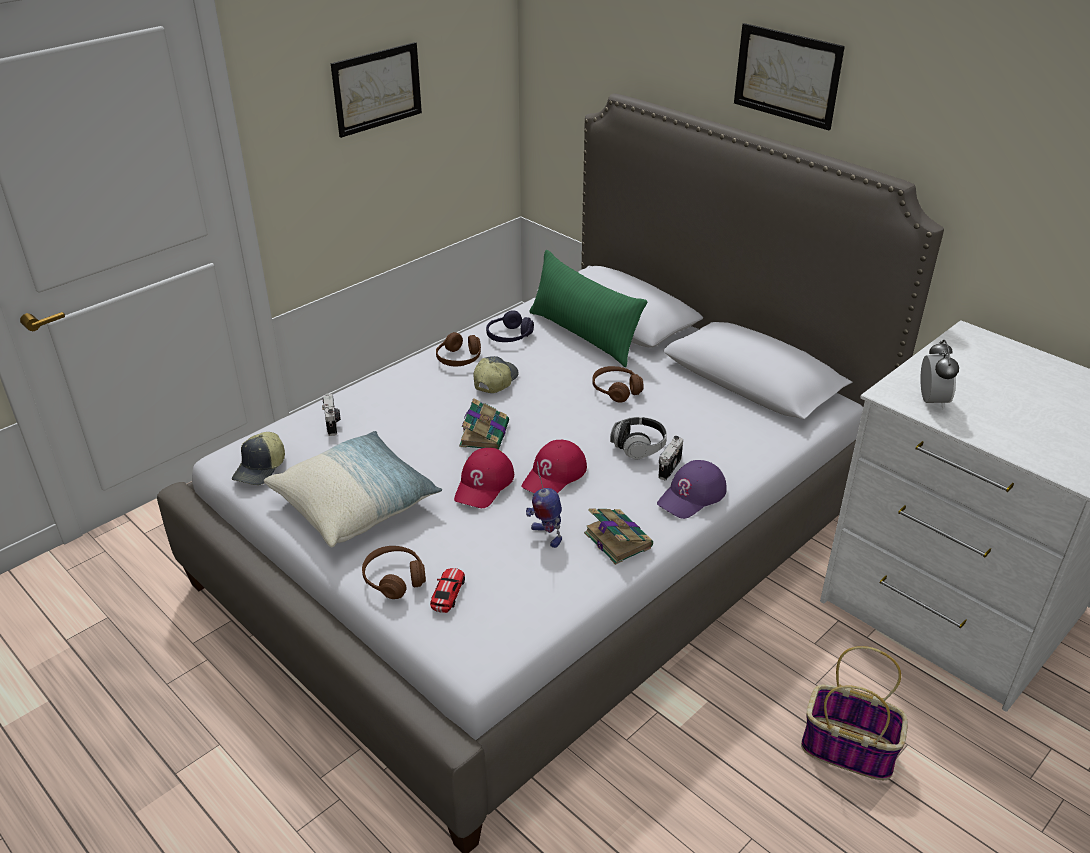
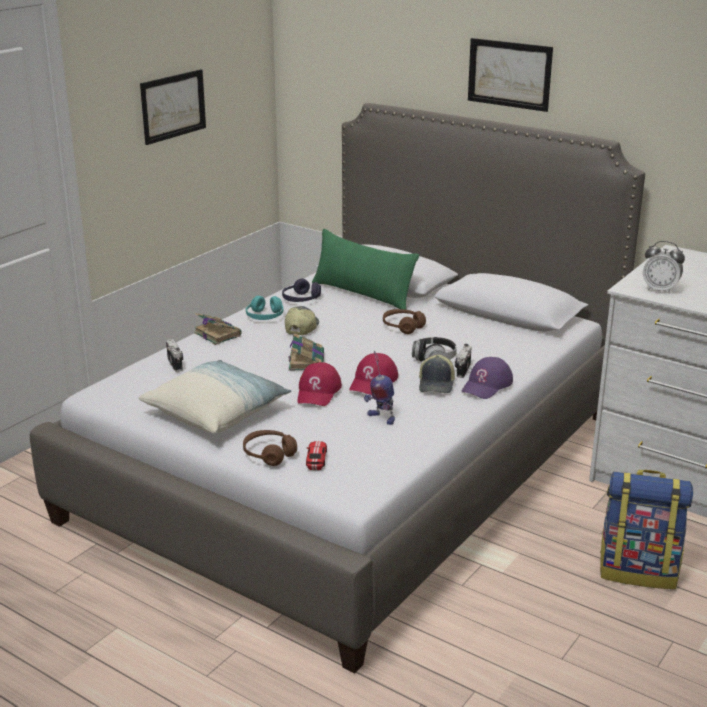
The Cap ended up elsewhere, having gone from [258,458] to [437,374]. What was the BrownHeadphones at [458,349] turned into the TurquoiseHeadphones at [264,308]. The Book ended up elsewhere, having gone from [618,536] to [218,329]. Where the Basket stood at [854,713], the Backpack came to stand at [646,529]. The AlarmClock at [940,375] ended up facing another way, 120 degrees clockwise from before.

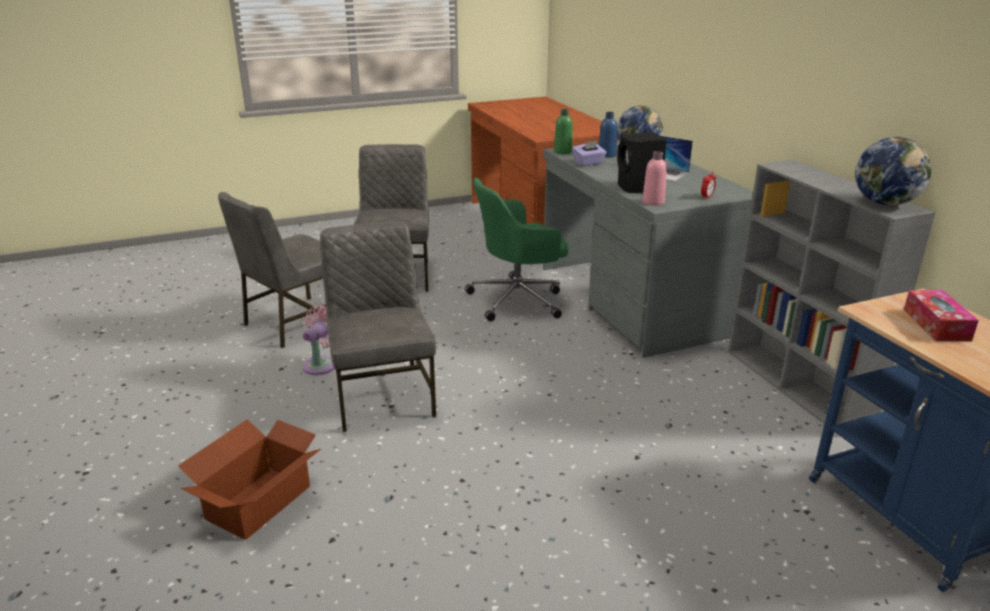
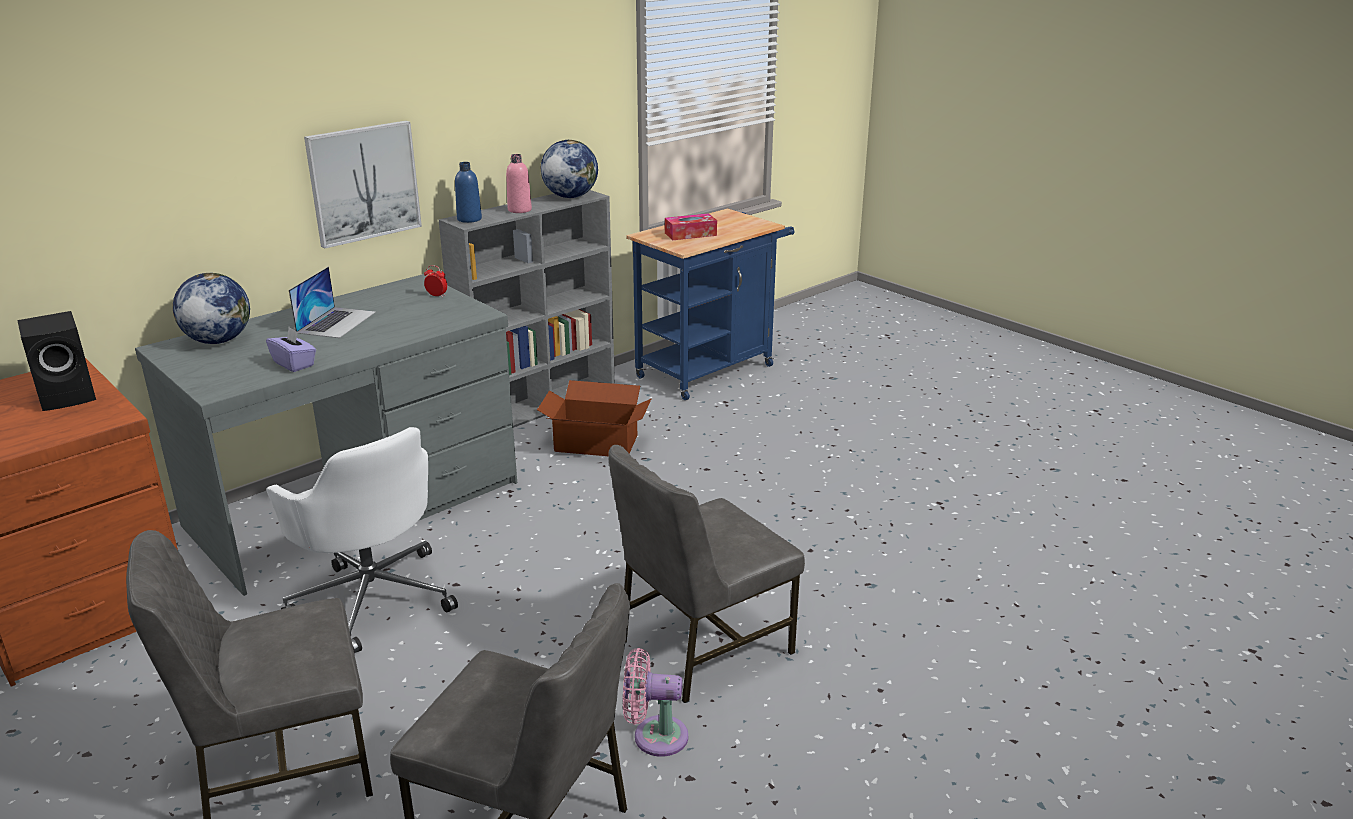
The CardboardBox ended up elsewhere, having gone from [249,479] to [594,418]. What was the GreenOfficeChair at [517,250] turned into the WhiteOfficeChair at [362,540]. The second view lost the GreenBottle at [563,131]. The BlueBottle ended up elsewhere, having gone from [608,135] to [468,192]. The BlackSpeaker ended up elsewhere, having gone from [642,162] to [56,361]. The PinkBottle ended up elsewhere, having gone from [654,178] to [519,183]. The second view gained the Picture at [363,184].

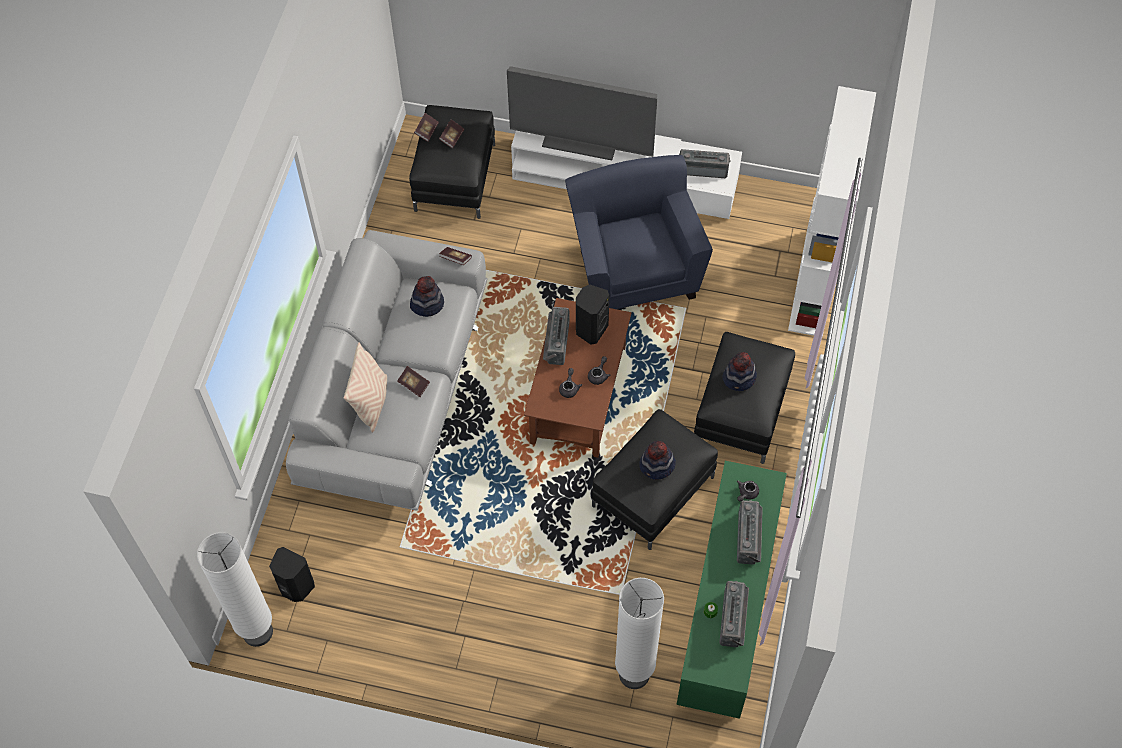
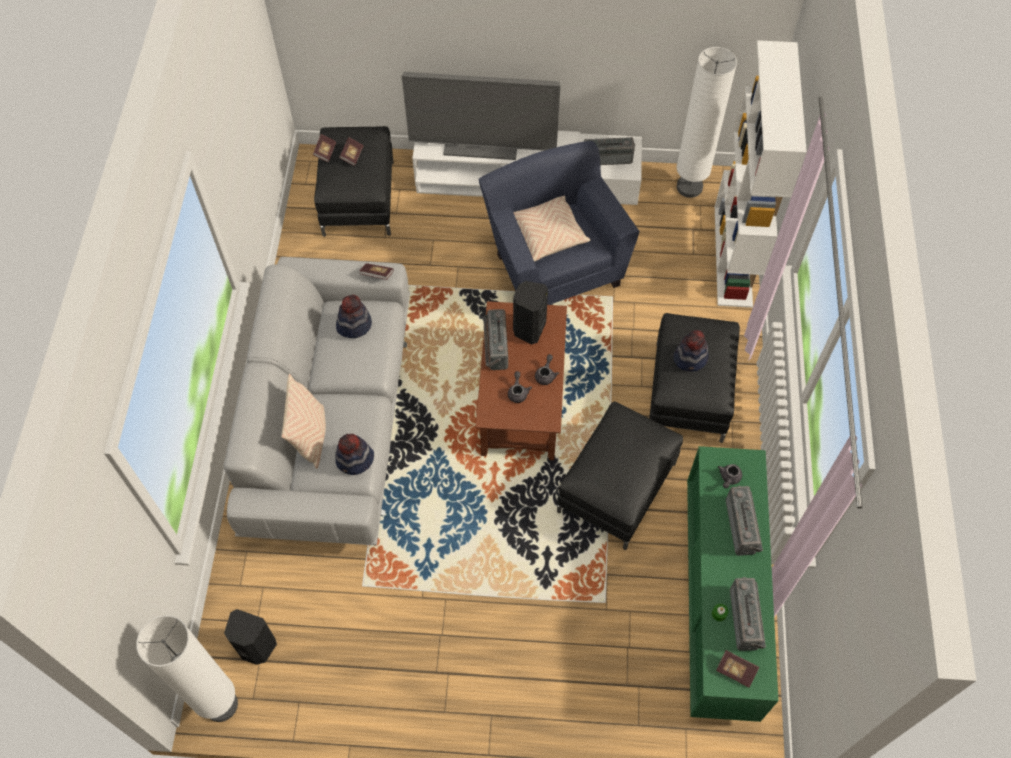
The Book ended up elsewhere, having gone from [413,381] to [737,669]. The WhiteFloorLamp ended up elsewhere, having gone from [639,633] to [706,122]. The Hat ended up elsewhere, having gone from [657,460] to [354,454]. The second view gained the BeigePillow at [552,229].

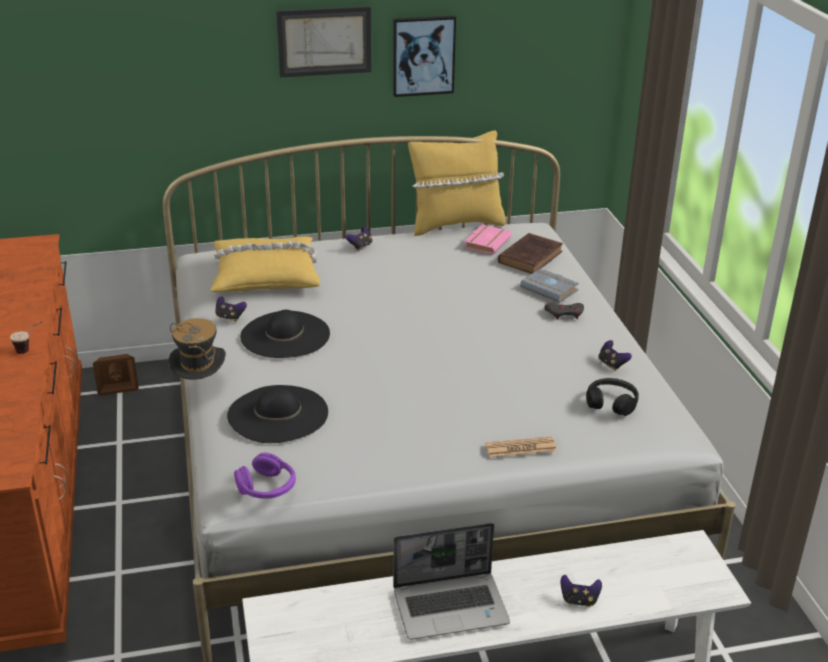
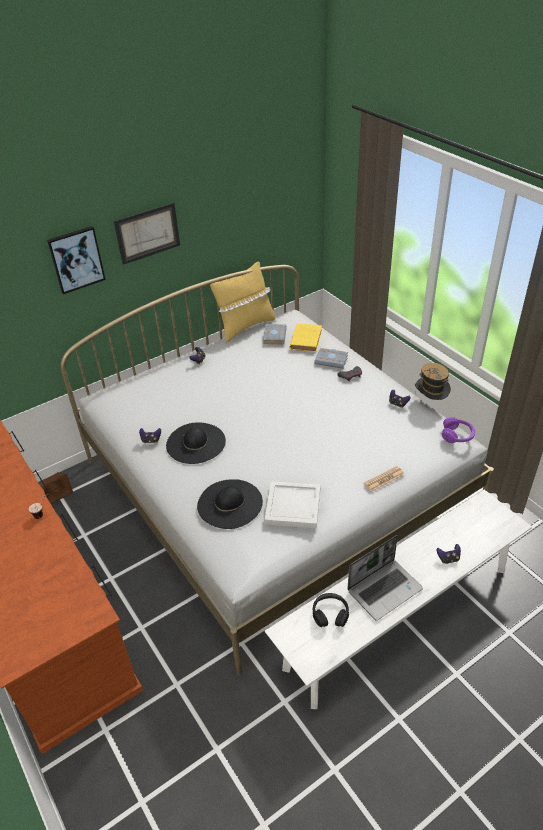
The Hat ended up elsewhere, having gone from [197,349] to [433,381]. The second view lost the YellowPillow at [265,264]. The PurpleHeadphones ended up elsewhere, having gone from [265,476] to [458,430]. The Picture ended up elsewhere, having gone from [424,56] to [76,260]. What was the PinkBook at [488,239] turned into the GreyBook at [275,334]. What was the BrownBook at [530,253] turned into the YellowBook at [306,337]. The BlackHeadphones ended up elsewhere, having gone from [612,397] to [331,610]. The second view gained the WhiteTray at [292,504].

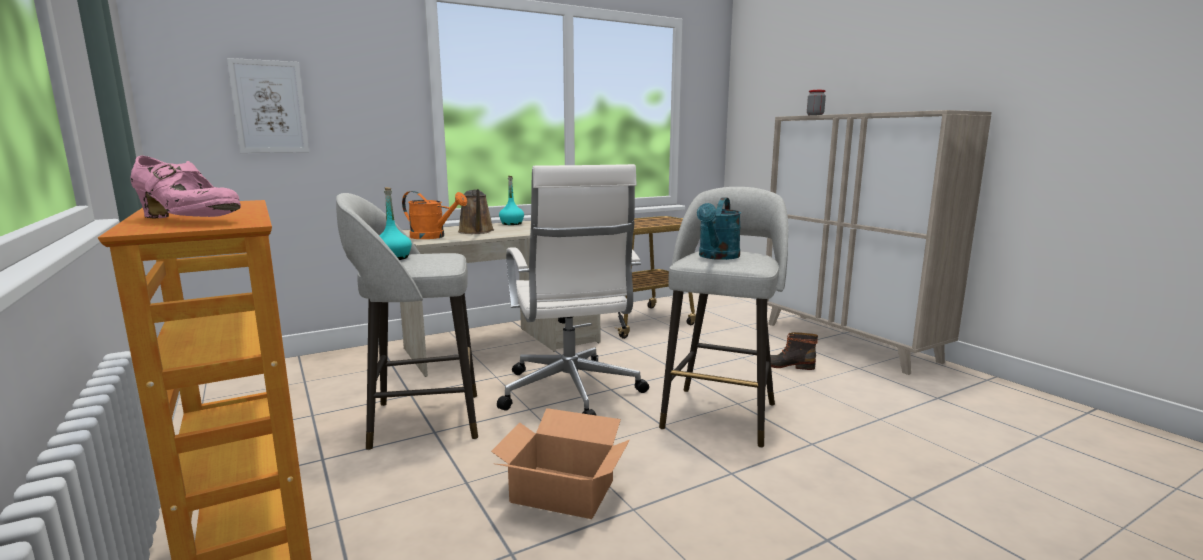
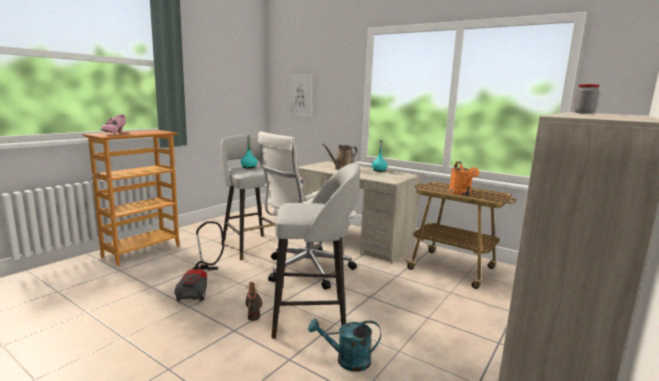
The OrangeWateringCan ended up elsewhere, having gone from [435,215] to [464,178]. Where the CardboardBox stood at [560,463], the VacuumCleaner came to stand at [199,261]. The TurquoiseWateringCan ended up elsewhere, having gone from [719,228] to [344,345]. The Boot ended up elsewhere, having gone from [794,351] to [254,301].

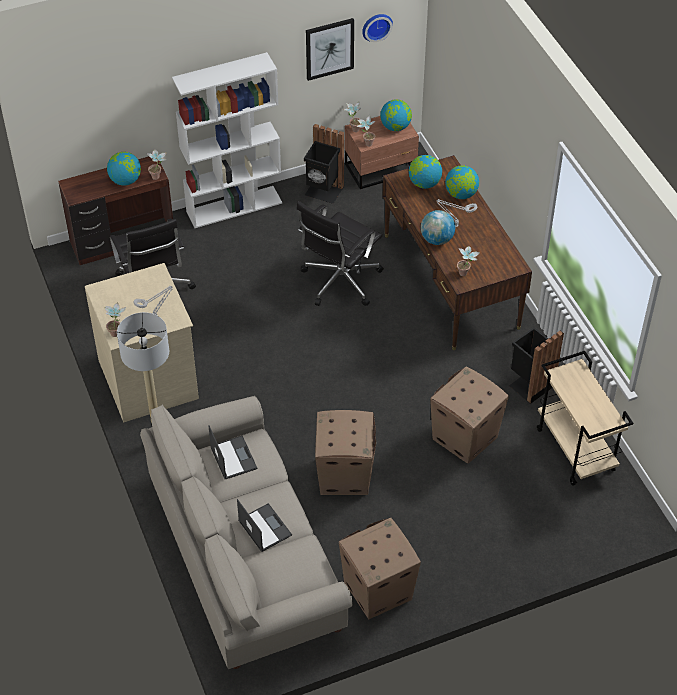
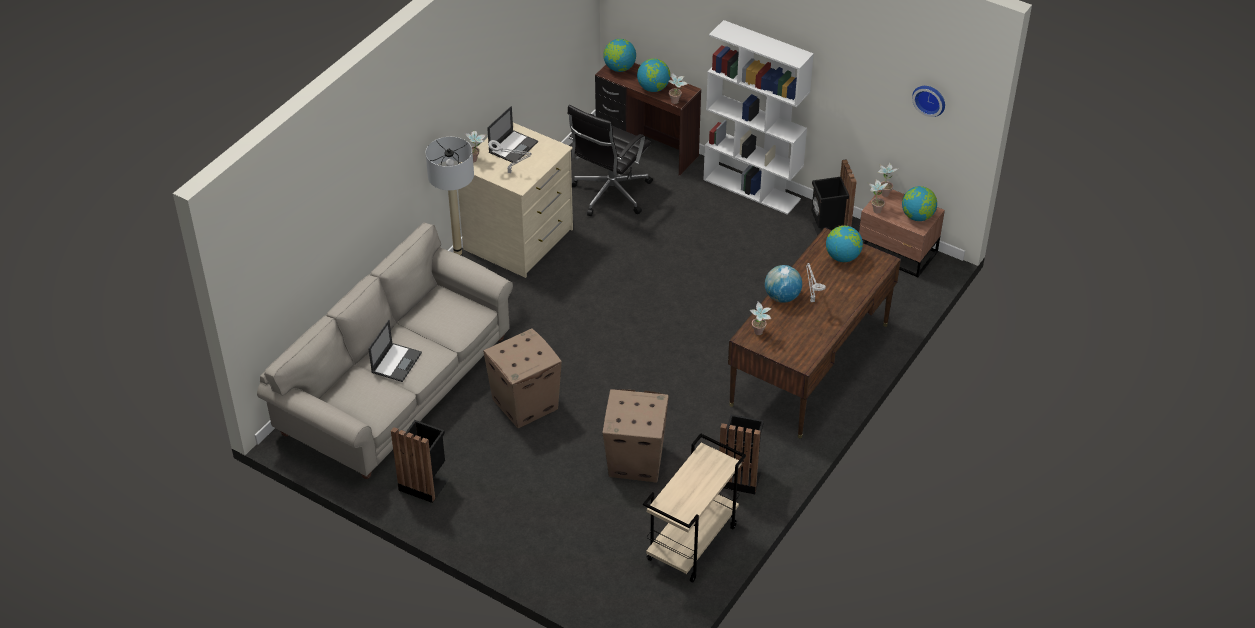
The Laptop ended up elsewhere, having gone from [233,452] to [512,135]. The second view lost the BlackOfficeChair at [340,253]. The second view lost the Picture at [330,49]. Where the CardboardBox stood at [380,568], the BlackTrashCan came to stand at [420,461]. The Globe ended up elsewhere, having gone from [462,182] to [619,55].

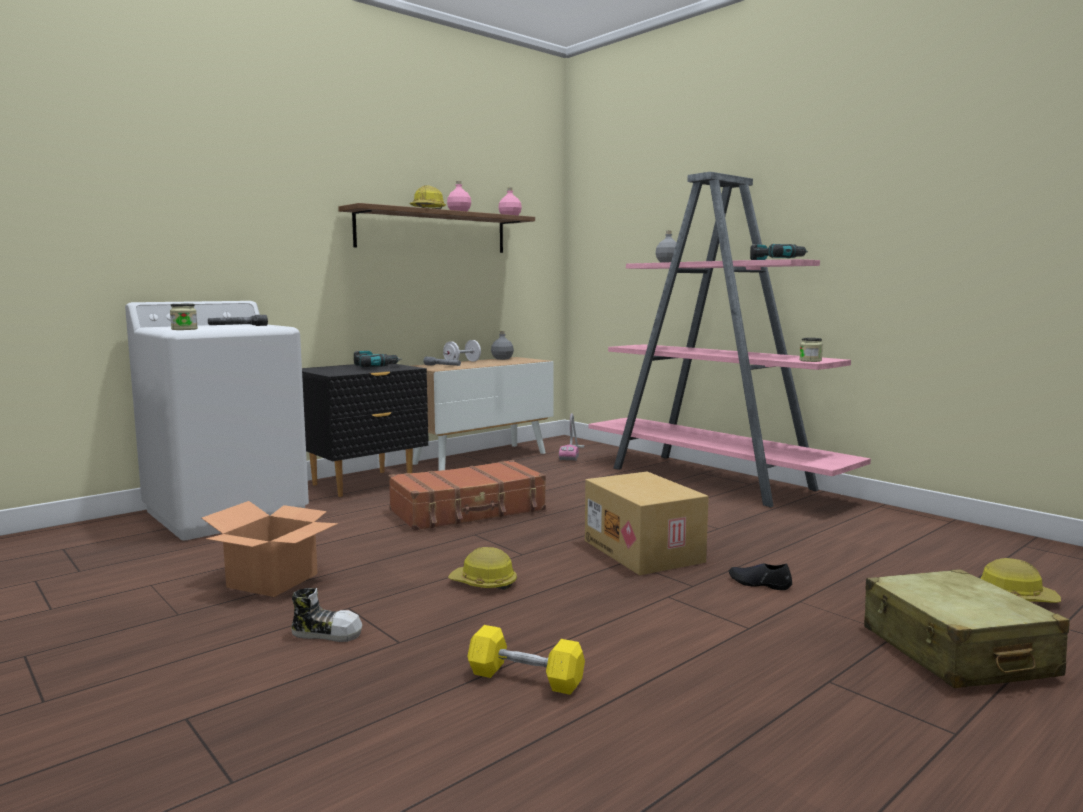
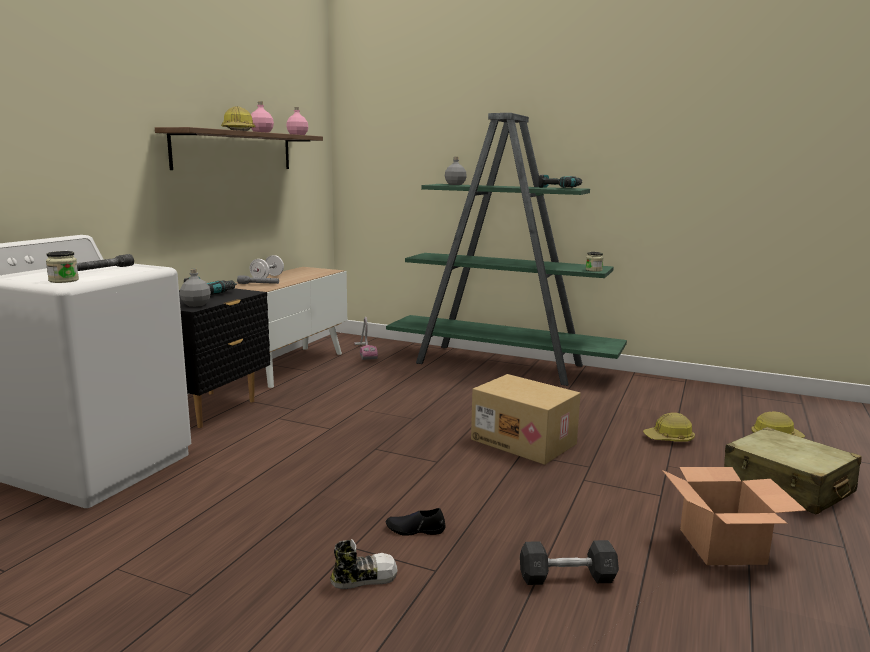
The CardboardBox ended up elsewhere, having gone from [270,549] to [734,516]. The second view lost the BrownSuitcase at [467,495]. The HardHat ended up elsewhere, having gone from [482,568] to [669,427]. What was the YellowDumbbell at [526,660] turned into the GreyDumbbell at [569,562]. The GreyBottle ended up elsewhere, having gone from [502,345] to [195,288]. What was the PinkBookcase at [729,339] turned into the GreenBookcase at [506,249]. The BlackShoe ended up elsewhere, having gone from [760,576] to [416,522].

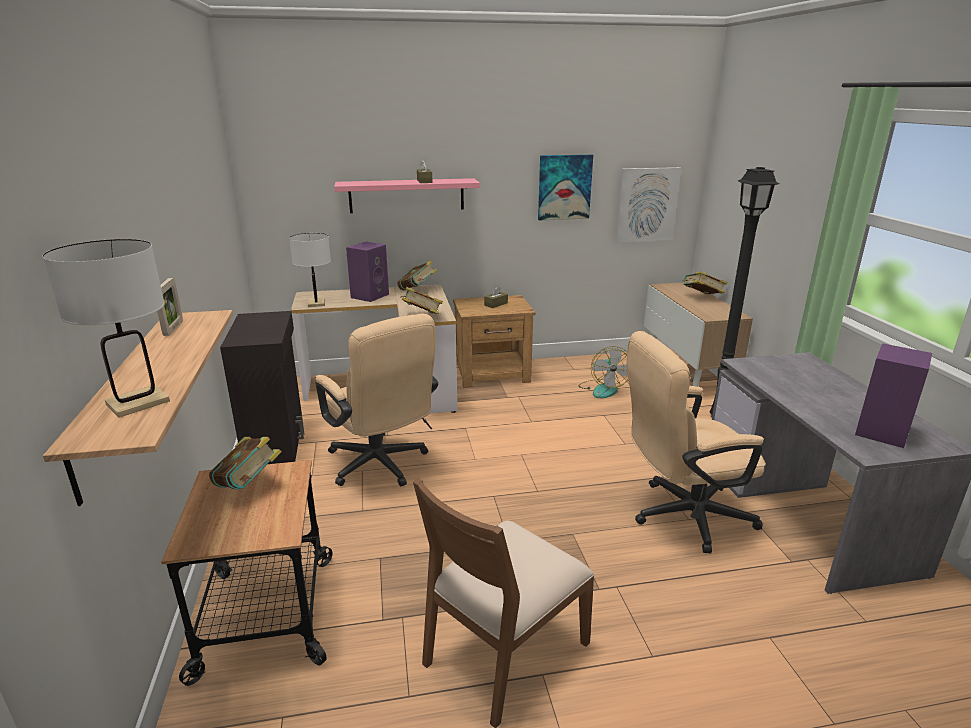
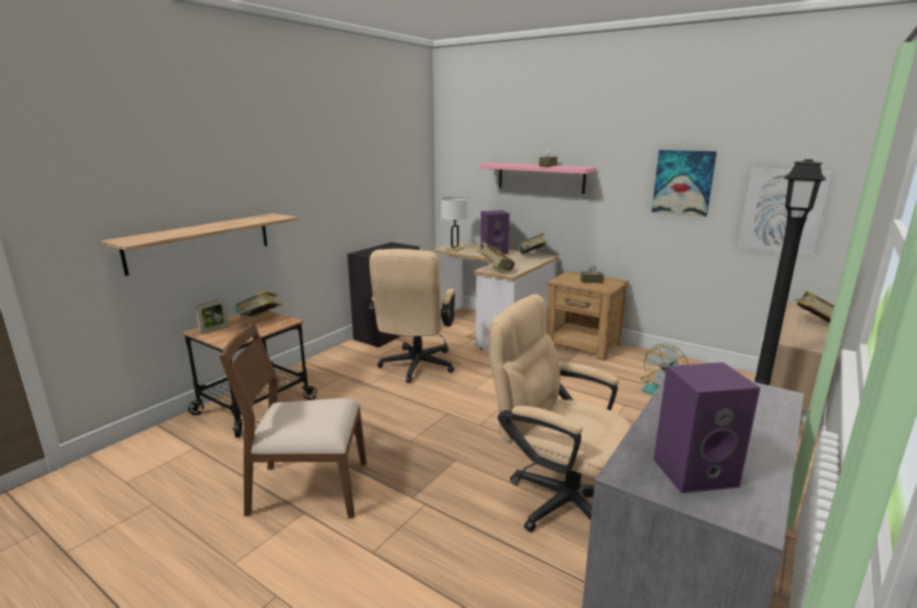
The second view lost the WhiteTableLamp at [106,328]. The PictureFrame ended up elsewhere, having gone from [170,307] to [212,316].

